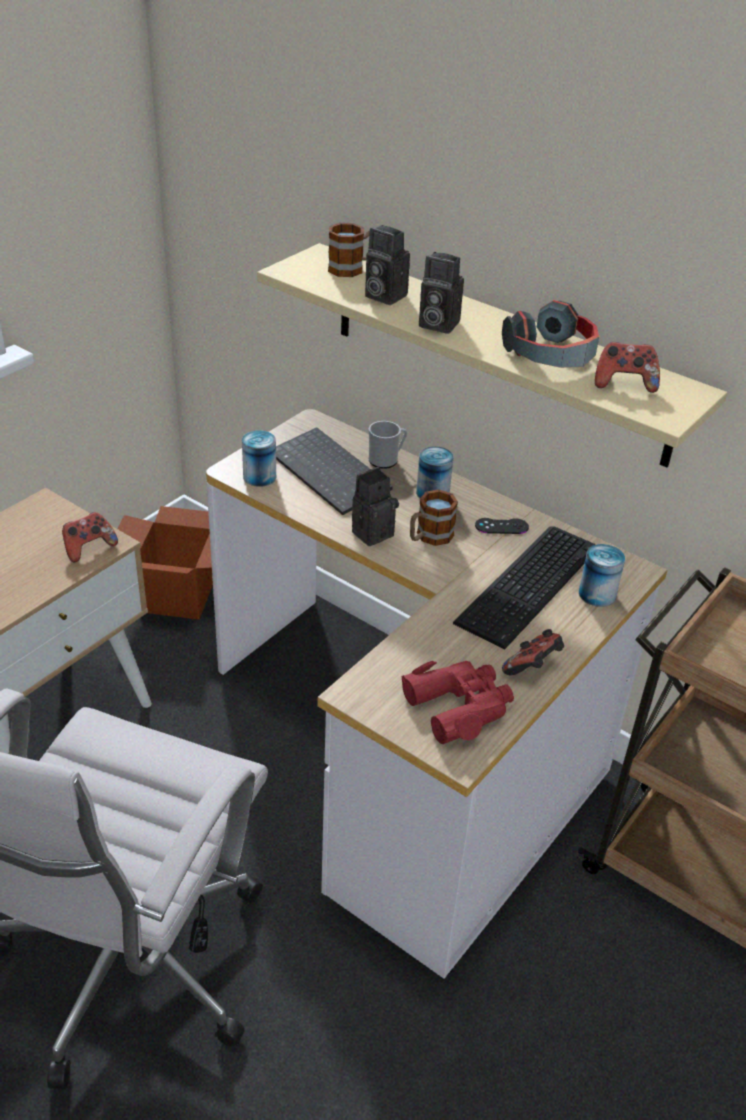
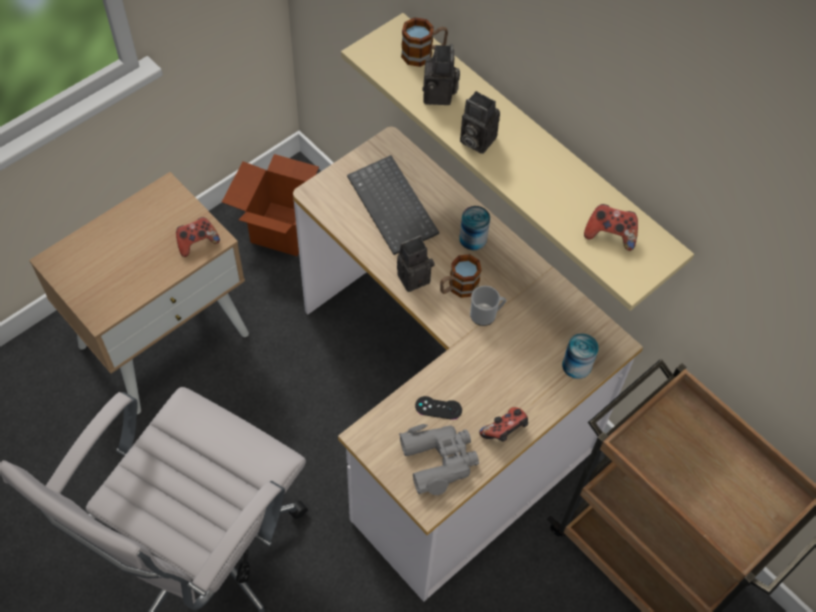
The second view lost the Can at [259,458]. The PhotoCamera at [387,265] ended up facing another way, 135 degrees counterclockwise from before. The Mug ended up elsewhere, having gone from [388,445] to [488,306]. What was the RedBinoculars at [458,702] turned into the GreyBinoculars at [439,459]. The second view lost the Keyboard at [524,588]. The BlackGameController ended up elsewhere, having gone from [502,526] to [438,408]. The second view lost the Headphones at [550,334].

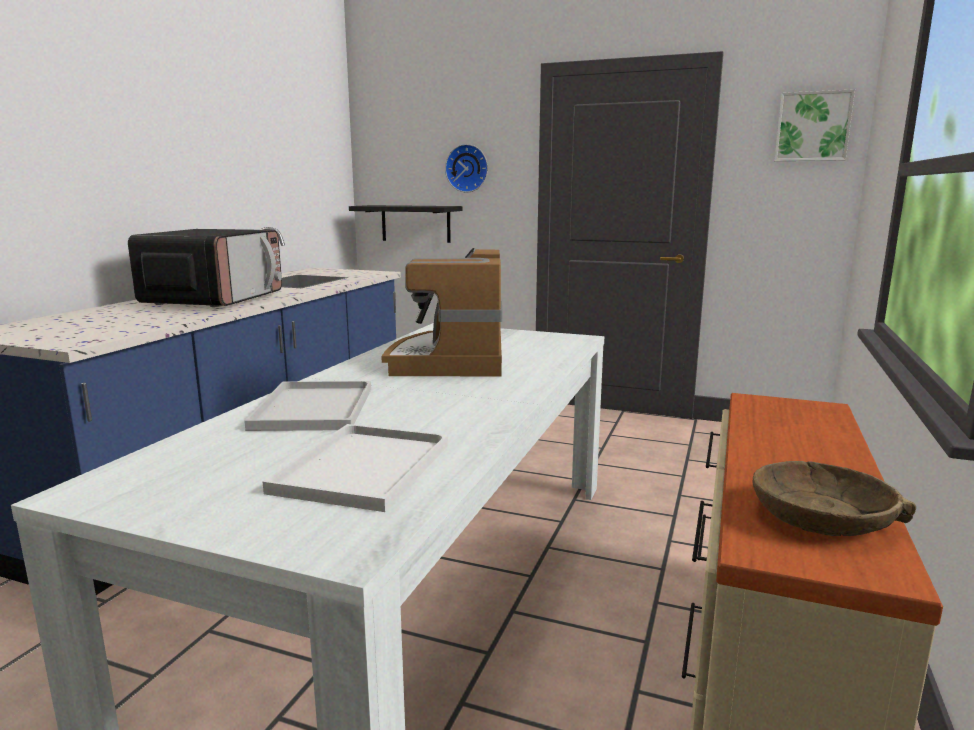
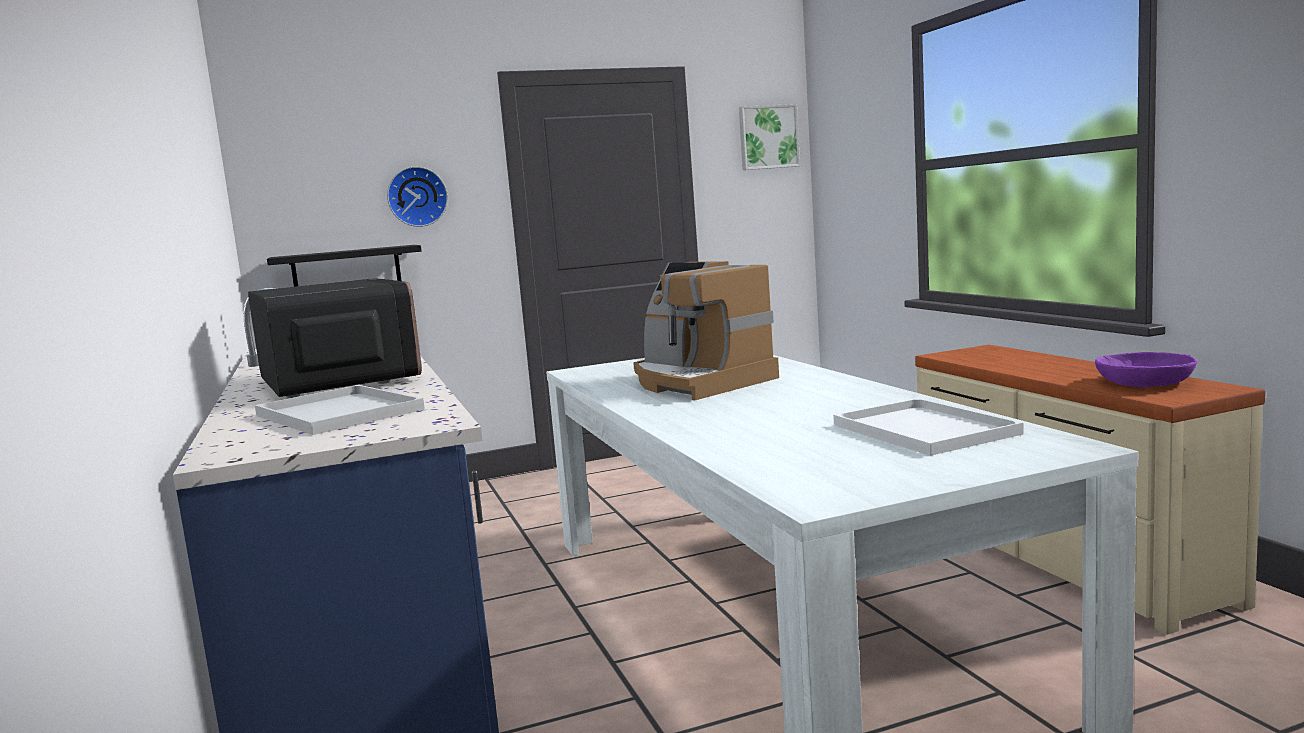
The WhiteTray ended up elsewhere, having gone from [307,406] to [340,410]. What was the BrownBowl at [834,498] turned into the PurpleBowl at [1146,370].

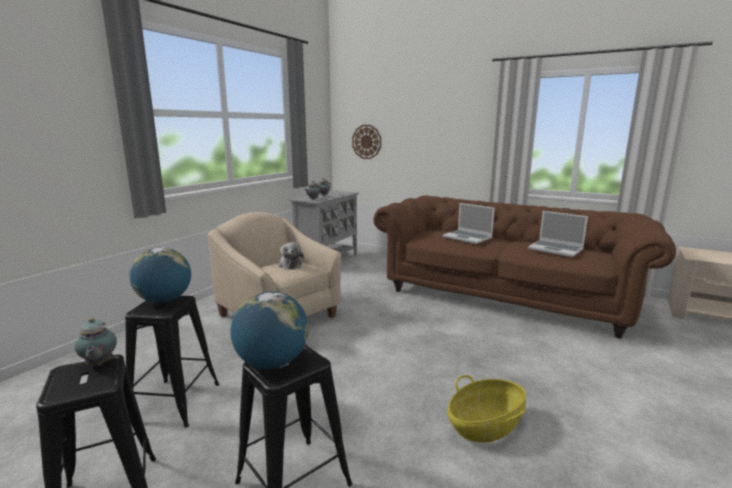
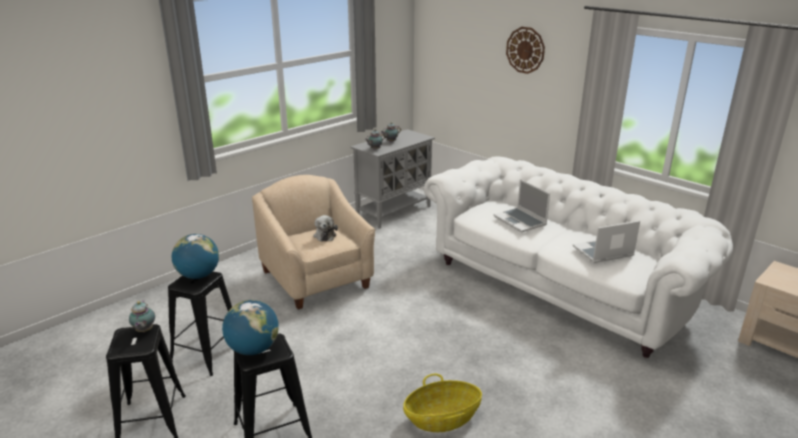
The WallClock ended up elsewhere, having gone from [366,142] to [525,50]. What was the BrownSofa at [524,267] turned into the WhiteSofa at [578,257]. The Laptop at [558,234] ended up facing another way, 105 degrees clockwise from before.

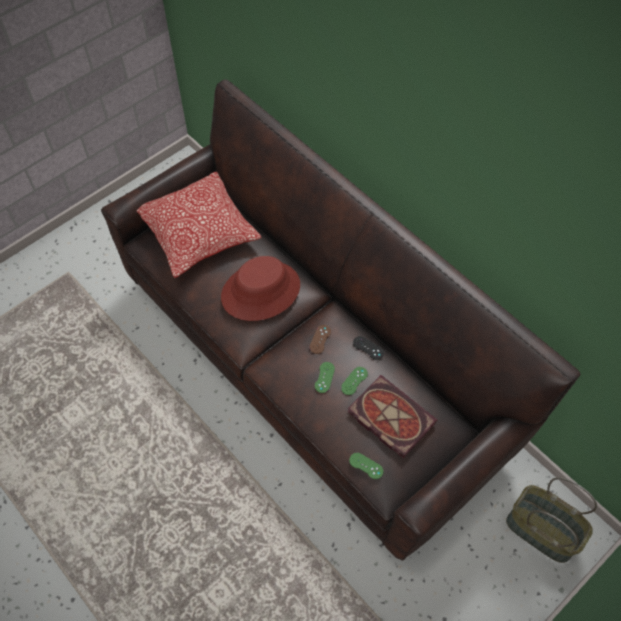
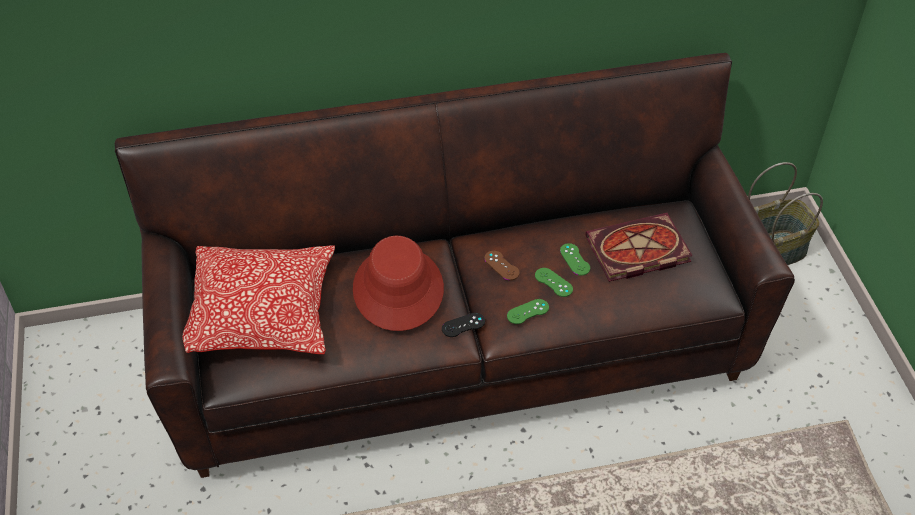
The GreenGameController ended up elsewhere, having gone from [366,466] to [528,311]. The BlackGameController ended up elsewhere, having gone from [368,348] to [463,325].

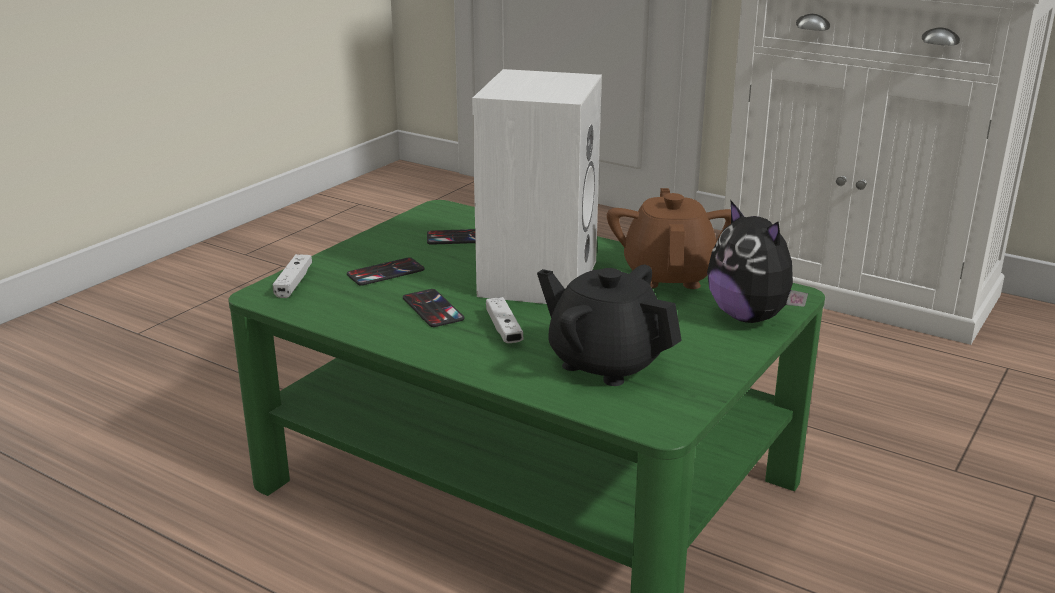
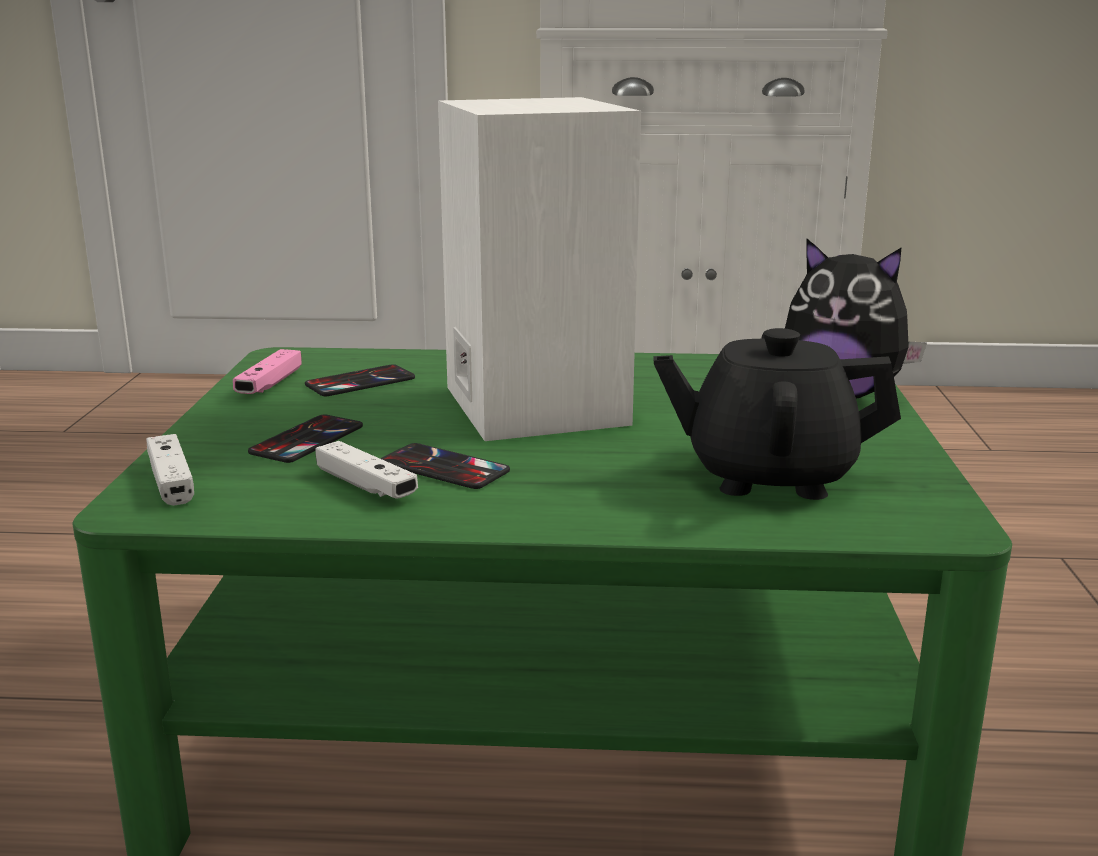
The WhiteGameController ended up elsewhere, having gone from [505,320] to [366,470]. The second view lost the BrownTeapot at [669,238]. The second view gained the PinkGameController at [267,371].

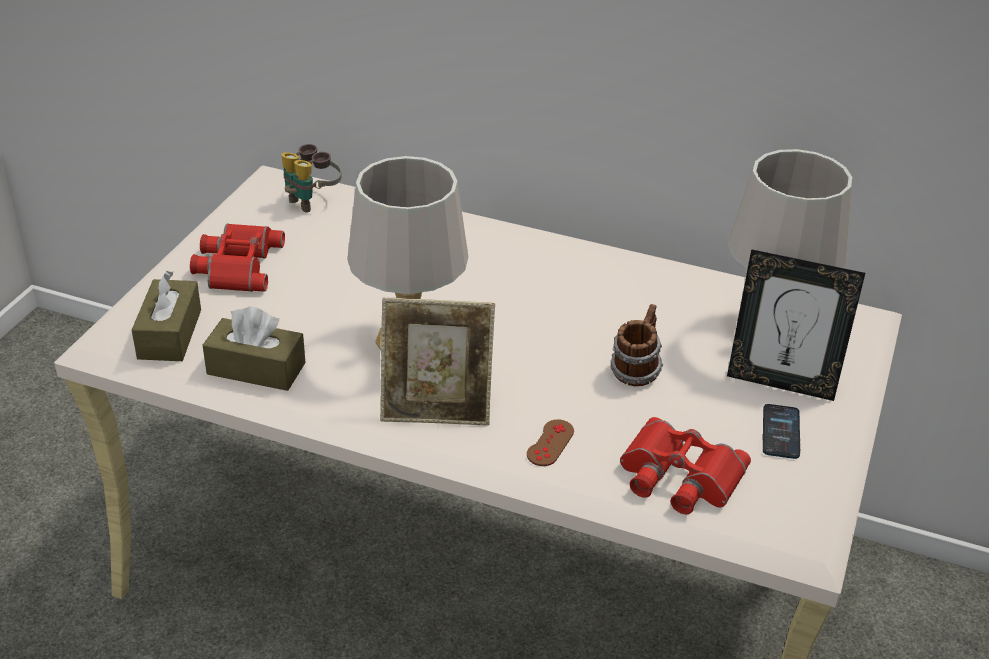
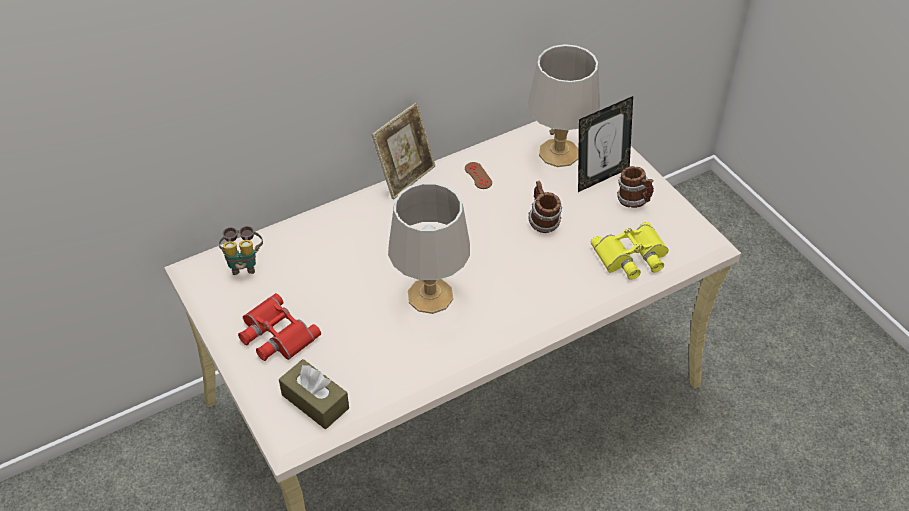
The second view lost the BrownTissueBox at [254,348]. The PictureFrame ended up elsewhere, having gone from [437,362] to [403,150]. The BrownGameController ended up elsewhere, having gone from [550,442] to [478,175]. What was the RedBinoculars at [685,465] turned into the YellowBinoculars at [630,251]. Where the Phone stood at [781,431], the Mug came to stand at [635,187].

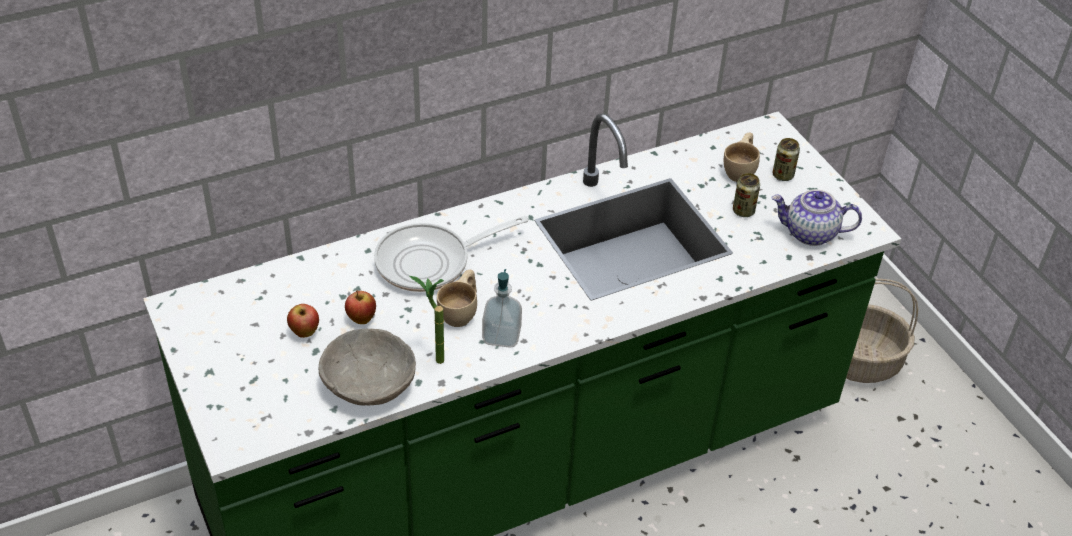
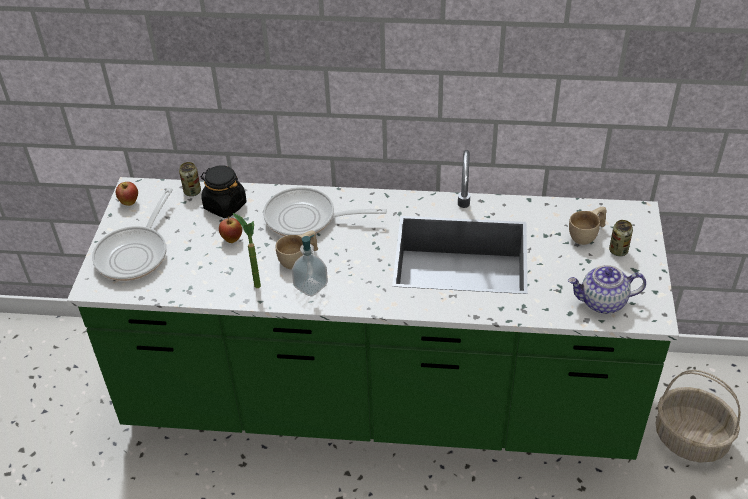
The Apple ended up elsewhere, having gone from [303,321] to [127,194]. The second view lost the GreyBowl at [367,367]. The Can ended up elsewhere, having gone from [746,195] to [190,179]. The Teapot at [817,217] ended up facing another way, 45 degrees counterclockwise from before. The second view gained the FryingPan at [132,234]. The second view gained the BlackJar at [224,191].

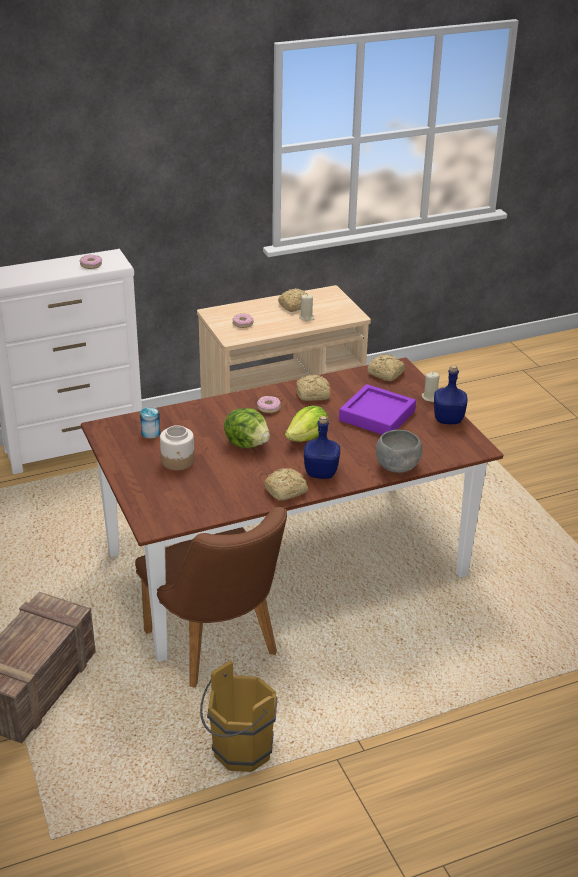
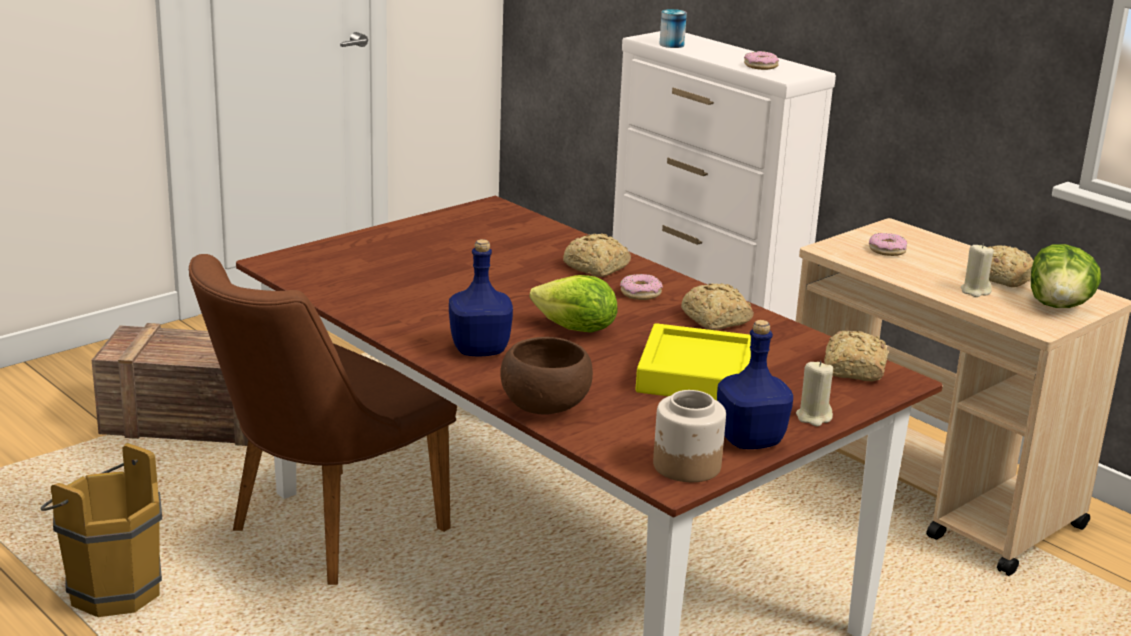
The Can ended up elsewhere, having gone from [150,423] to [673,28]. The Jar ended up elsewhere, having gone from [177,448] to [689,436]. The Lettuce ended up elsewhere, having gone from [247,428] to [1066,276]. The Bread ended up elsewhere, having gone from [286,484] to [597,255]. What was the PurpleTray at [377,409] turned into the YellowTray at [693,361]. What was the GreyBowl at [399,451] turned into the BrownBowl at [546,376].

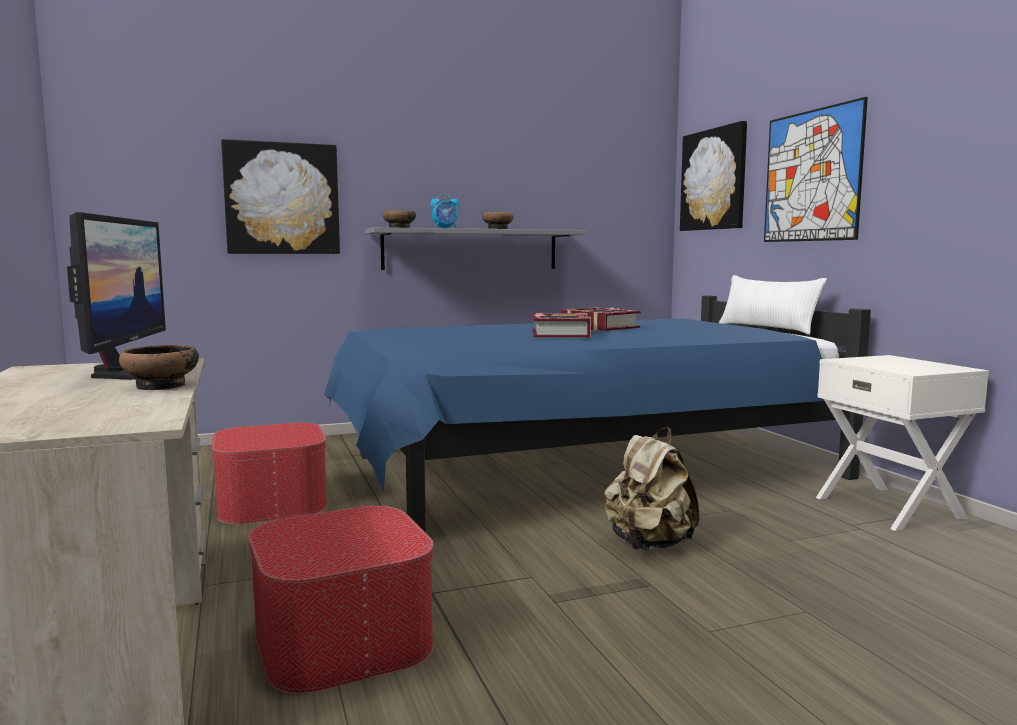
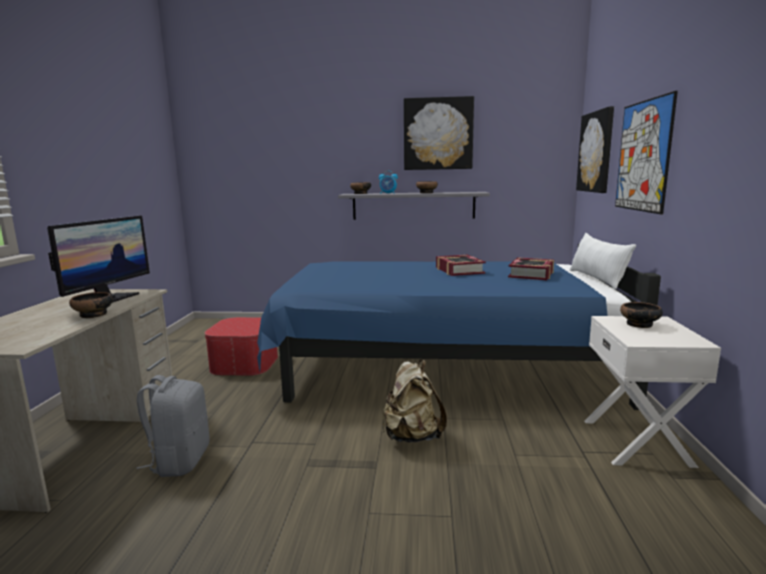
The Picture ended up elsewhere, having gone from [280,196] to [439,133]. Where the Ottoman stood at [341,600], the GreyBackpack came to stand at [173,426]. The Book ended up elsewhere, having gone from [561,325] to [531,268]. The second view gained the Bowl at [641,315].

